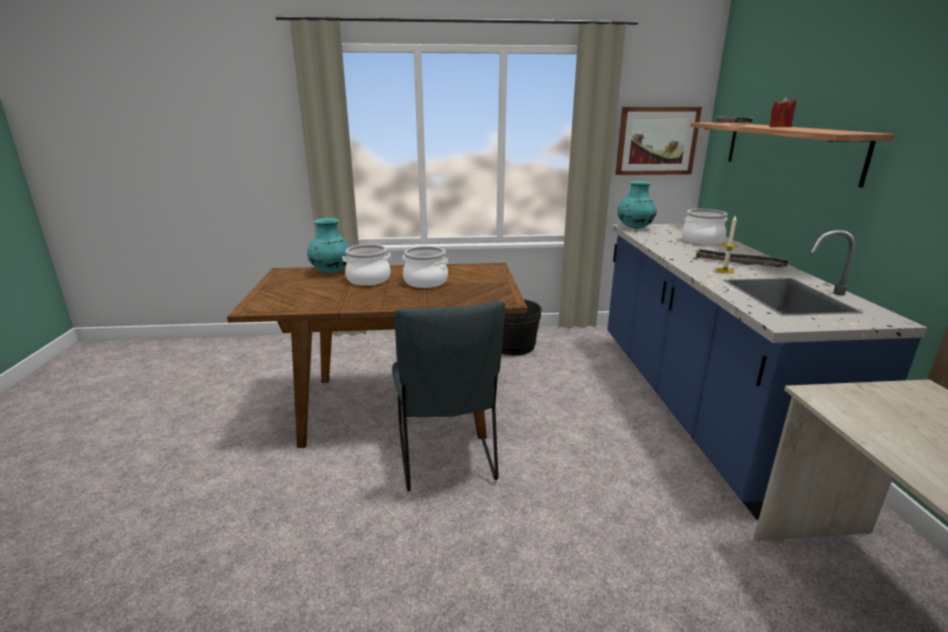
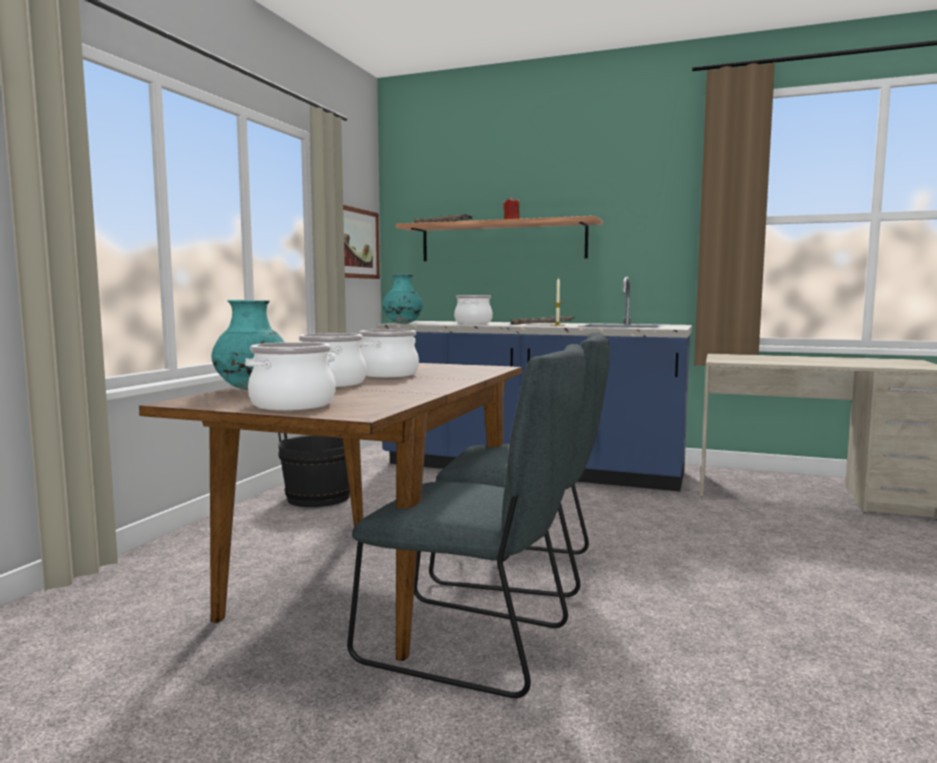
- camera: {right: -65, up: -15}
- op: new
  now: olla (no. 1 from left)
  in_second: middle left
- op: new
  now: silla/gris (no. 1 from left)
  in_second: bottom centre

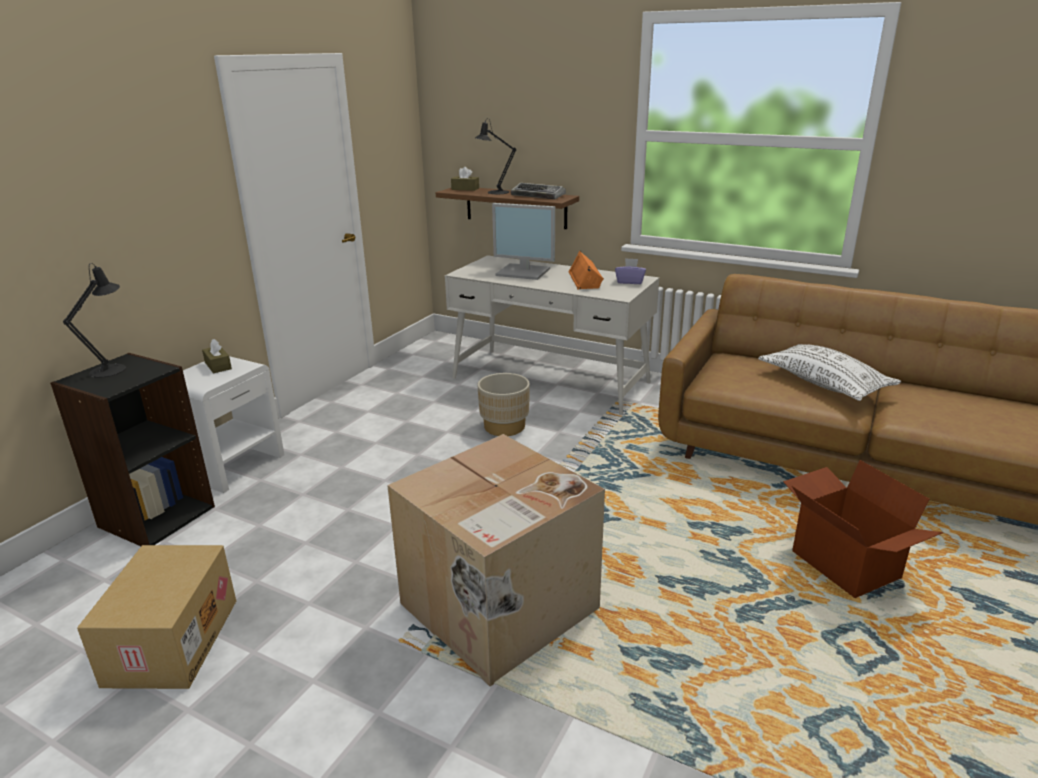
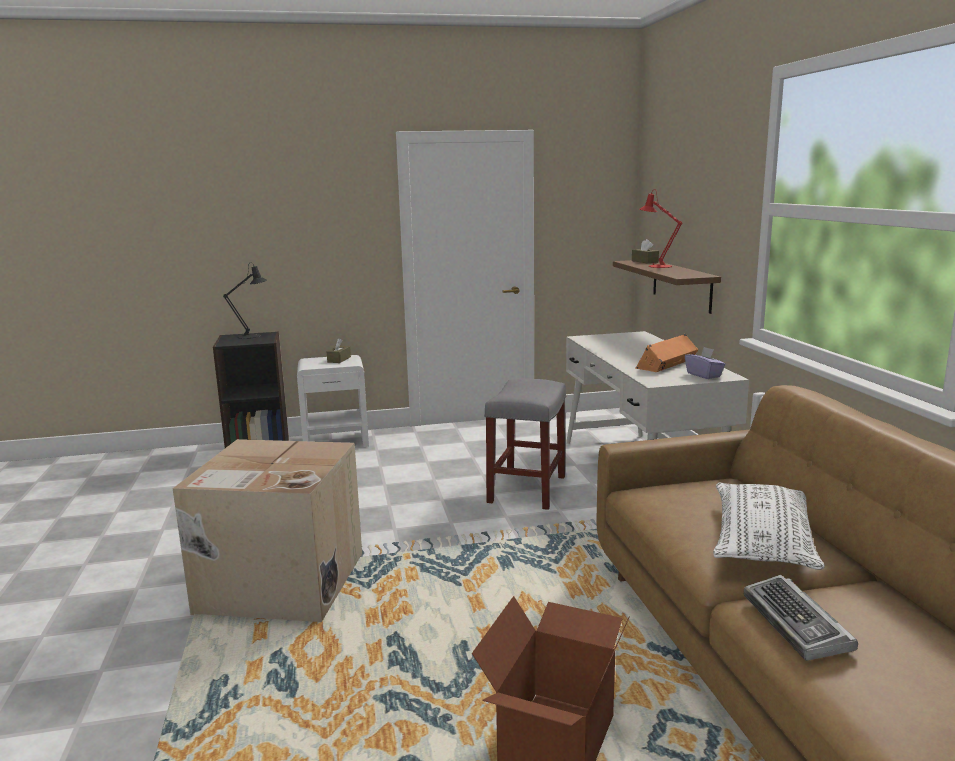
- camera: {right: 50, up: -10}
- op: gone
  was: caja de cartón (no. 1 from left)
  in_first: bottom left
- op: repainted
  was: lámpara de mesa/negro (no. 2 from left)
  now: lámpara de mesa/rojo
  in_first: top centre
  in_second: top right
- op: swapped
  was: maceta/beis
  now: taburete/gris
  in_first: centre
  in_second: centre
- op: gone
  was: monitor
  in_first: top centre
- op: shifted
  was: teclado
  in_first: top centre
  in_second: bottom right

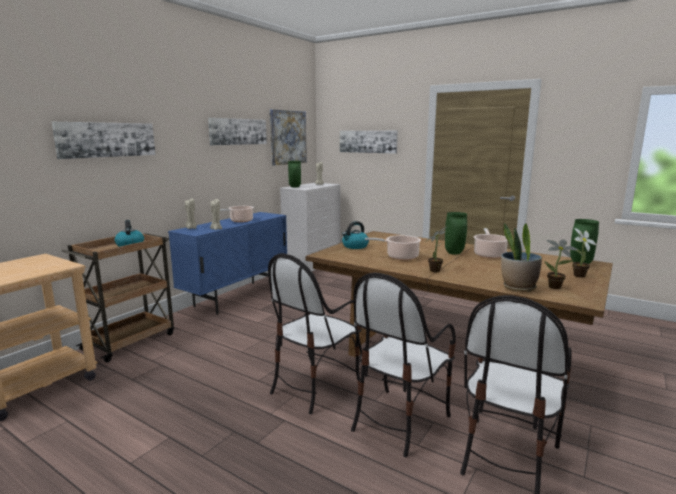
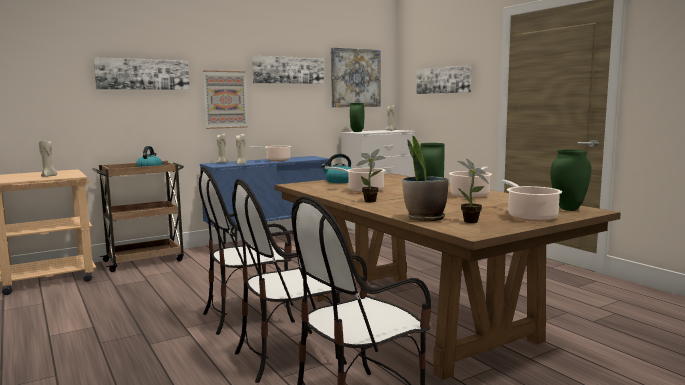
- camera: {right: 25, up: -5}
- op: swapped
  was: planta en maceta (no. 4 from left)
  now: olla (no. 4 from left)
  in_first: middle right
  in_second: middle right
- op: new
  now: vela/beis (no. 1 from left)
  in_second: middle left
- op: new
  now: cuadro (no. 2 from left)
  in_second: top left

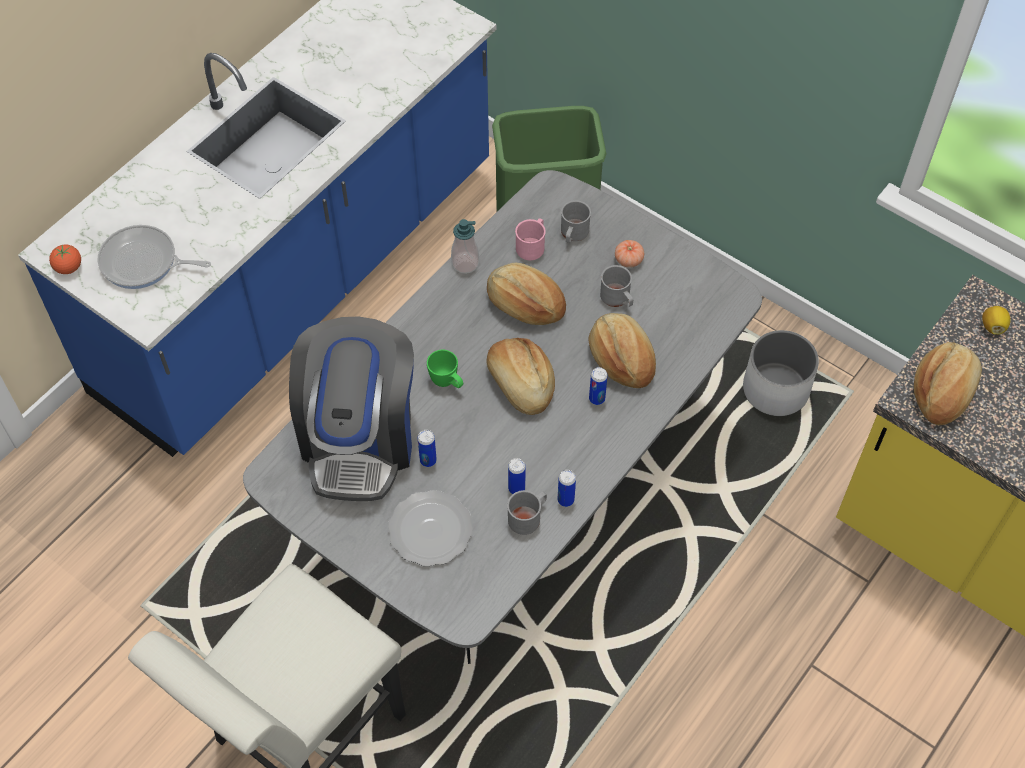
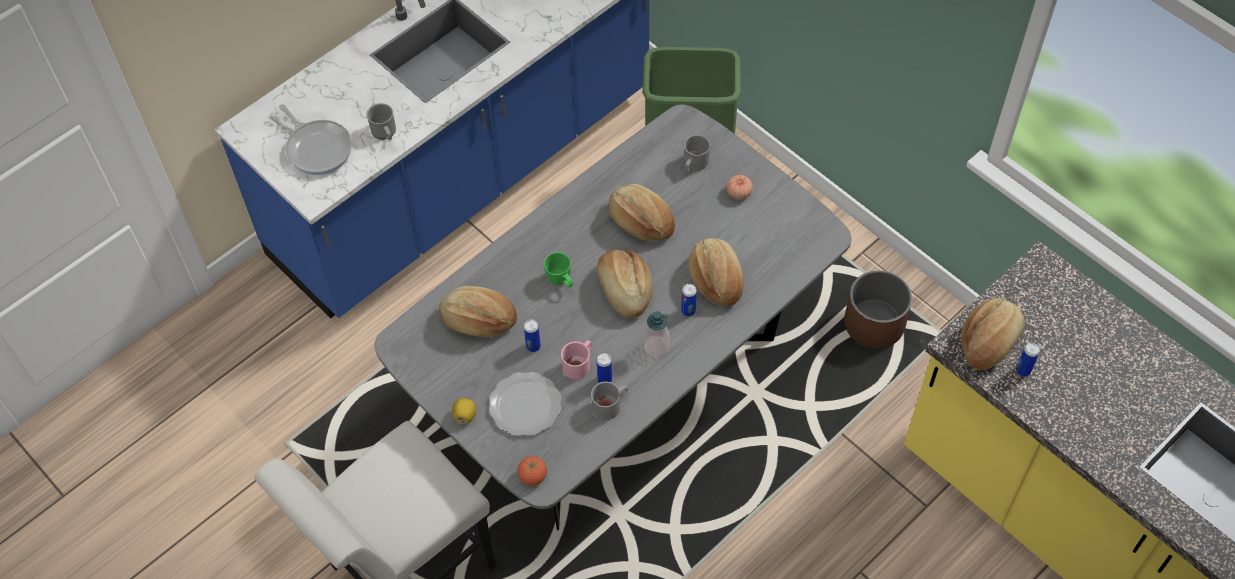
- camera: {right: 10, up: 0}
- op: shifted
  was: tomate (no. 1 from left)
  in_first: middle left
  in_second: bottom centre
- op: rotated
  was: sartén
  in_first: middle left
  in_second: top left
  clockwise: -150
- op: swapped
  was: cafetera
  now: pan (no. 1 from left)
  in_first: centre
  in_second: centre
- op: shifted
  was: dispensador de jabón
  in_first: top centre
  in_second: centre
- op: shifted
  was: taza grande/rosa
  in_first: top centre
  in_second: centre
- op: shifted
  was: lata (no. 3 from left in the first image)
  now: lata (no. 4 from left)
  in_first: centre
  in_second: middle right
- op: shifted
  was: taza grande/gris (no. 3 from left in the first image)
  now: taza grande/gris (no. 1 from left)
  in_first: centre
  in_second: top left
- op: repainted
  was: maceta/blanco
  now: maceta/marrón
  in_first: middle right
  in_second: middle right
- op: shifted
  was: limón
  in_first: middle right
  in_second: bottom centre

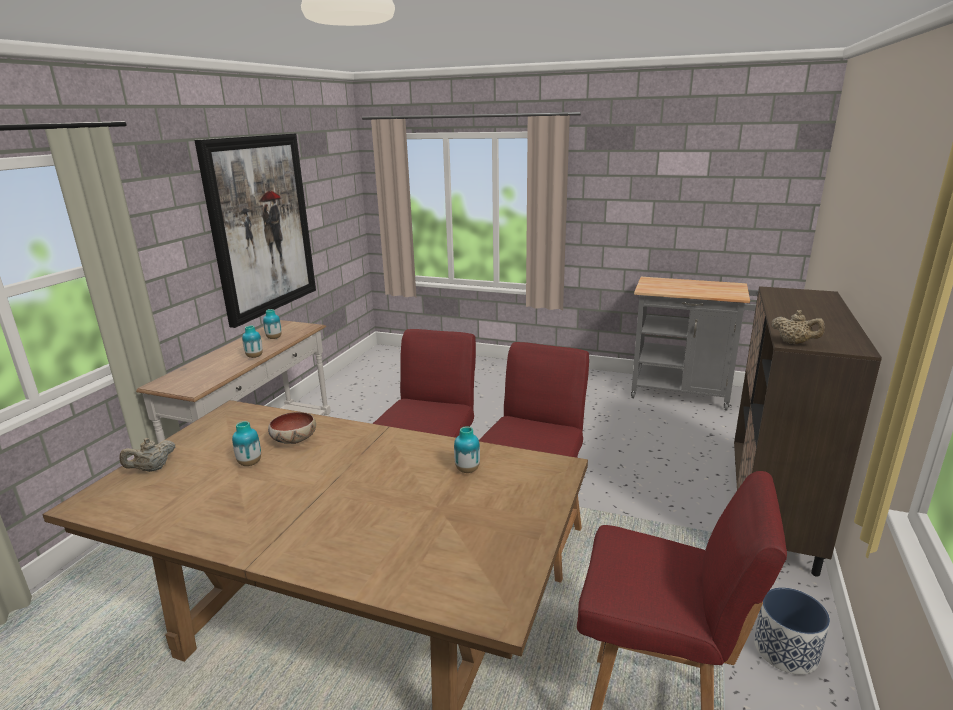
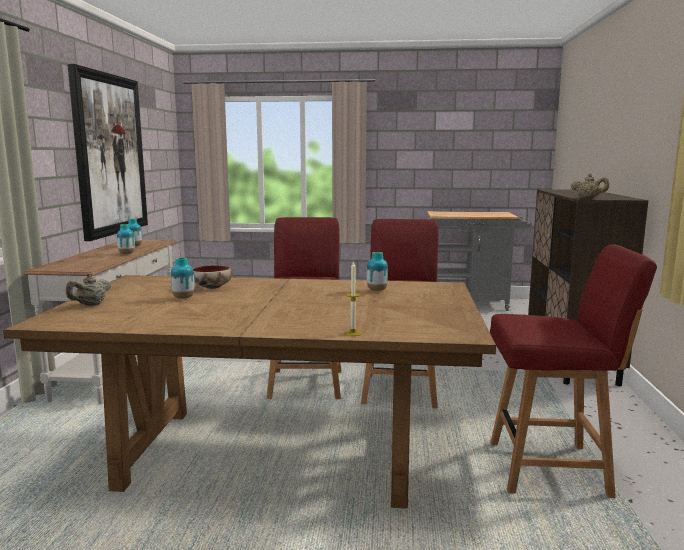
- camera: {right: -15, up: -10}
- op: gone
  was: maceta
  in_first: bottom right
- op: new
  now: vela
  in_second: centre

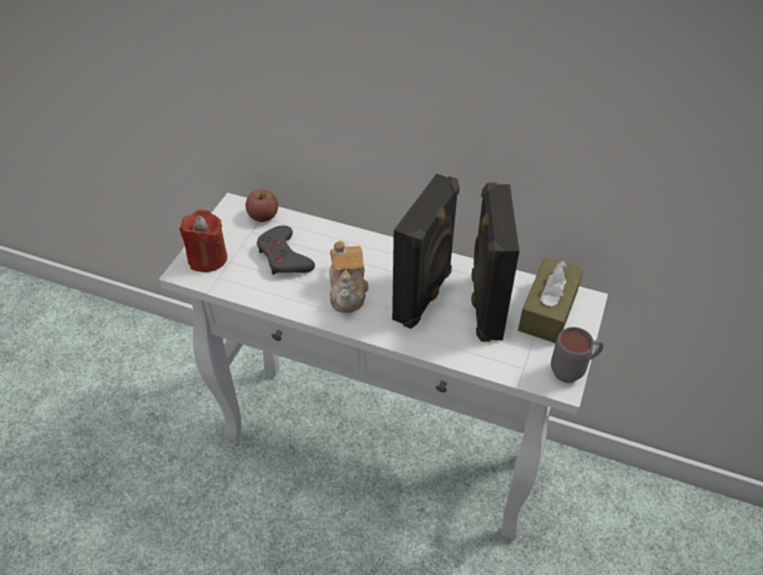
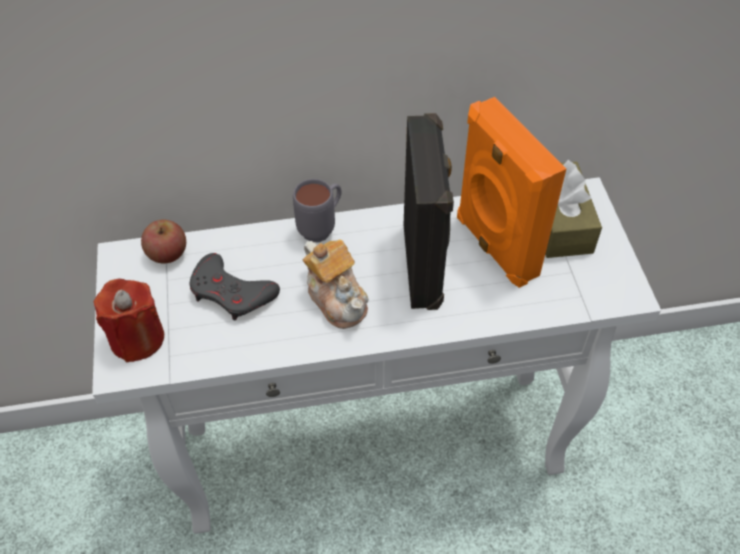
- camera: {right: -30, up: 5}
- op: repainted
  was: altavoz/negro (no. 2 from left)
  now: altavoz/naranja
  in_first: centre
  in_second: middle right
- op: shifted
  was: taza grande/gris
  in_first: middle right
  in_second: centre

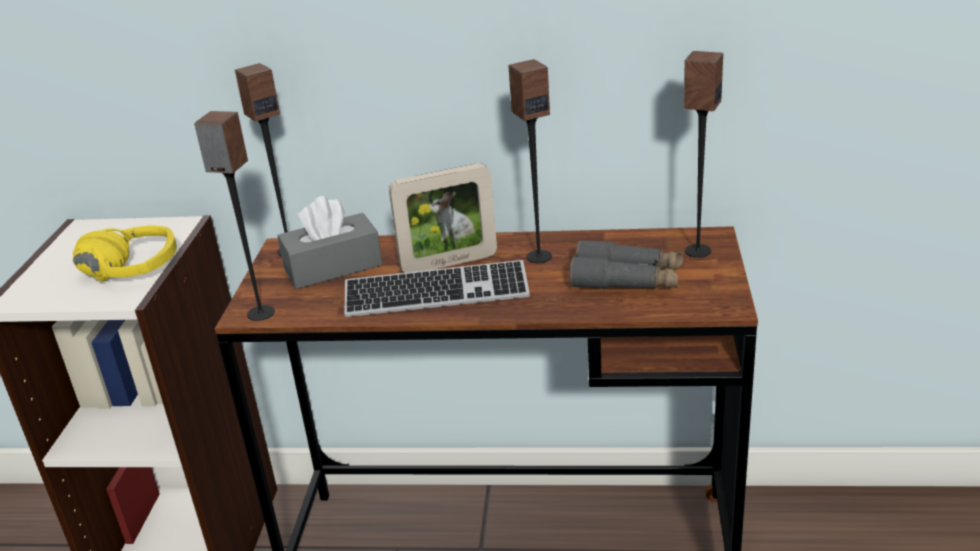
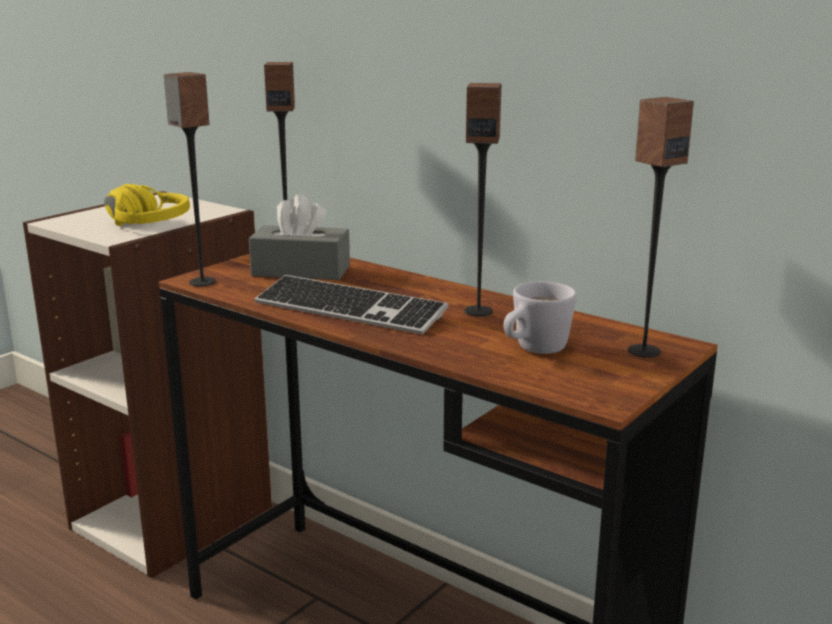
- camera: {right: 30, up: -10}
- op: gone
  was: portarretratos
  in_first: centre
- op: swapped
  was: prismáticos/gris
  now: taza grande/blanco
  in_first: centre
  in_second: centre

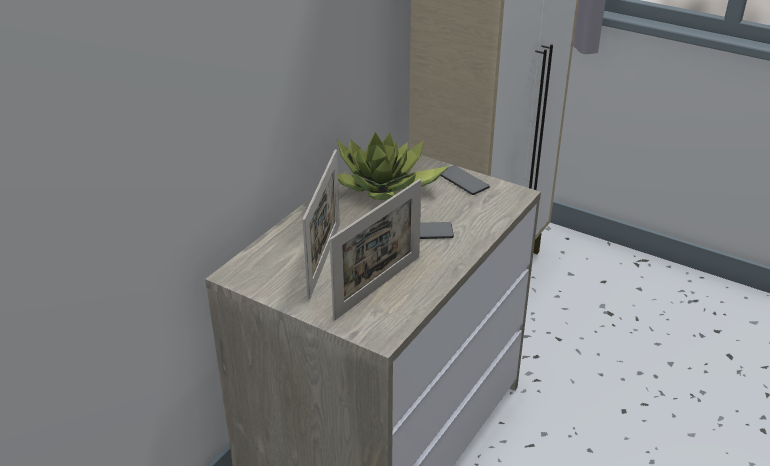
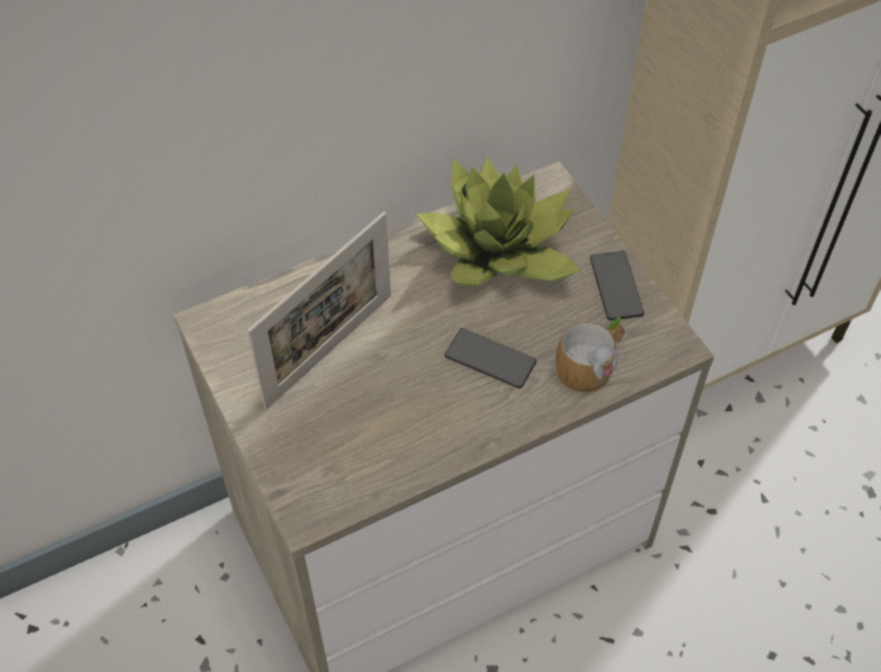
- camera: {right: 30, up: 20}
- op: gone
  was: portarretratos (no. 2 from left)
  in_first: centre
- op: new
  now: taza grande
  in_second: middle right

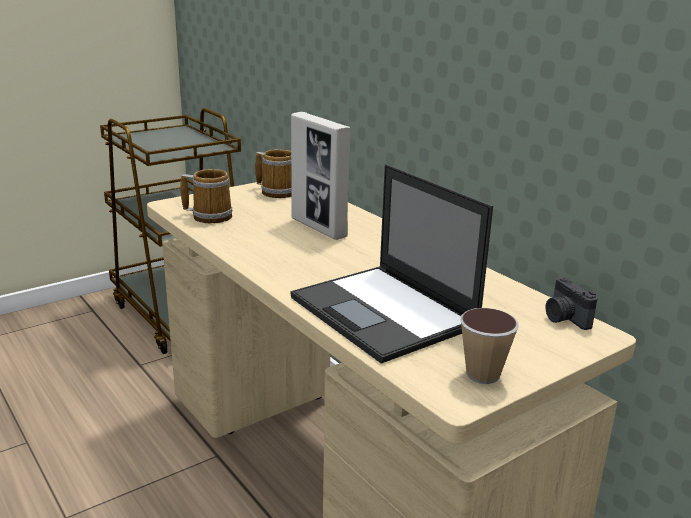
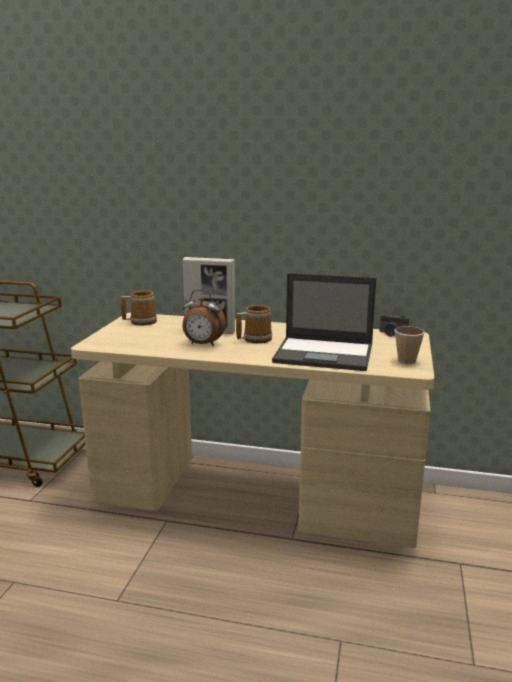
- camera: {right: -40, up: -5}
- op: shifted
  was: taza grande (no. 1 from left in the first image)
  now: taza grande (no. 2 from left)
  in_first: middle left
  in_second: centre
- op: new
  now: despertador
  in_second: centre

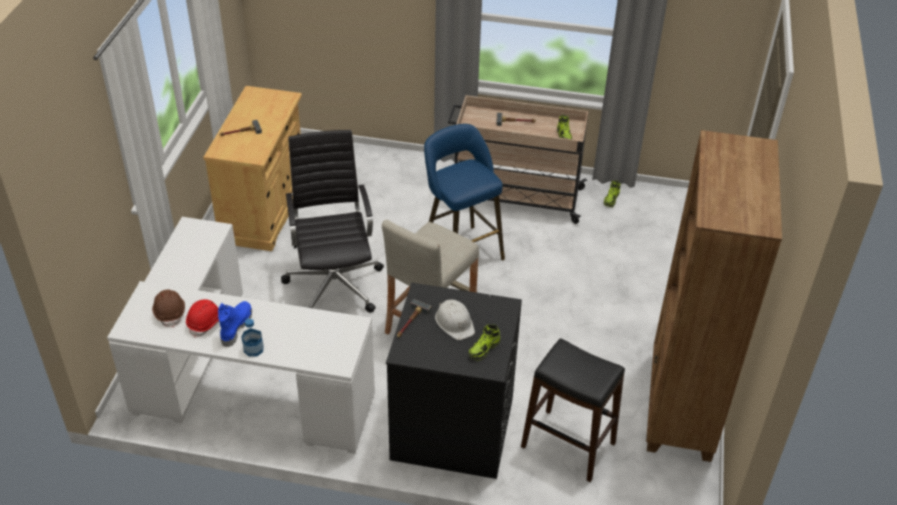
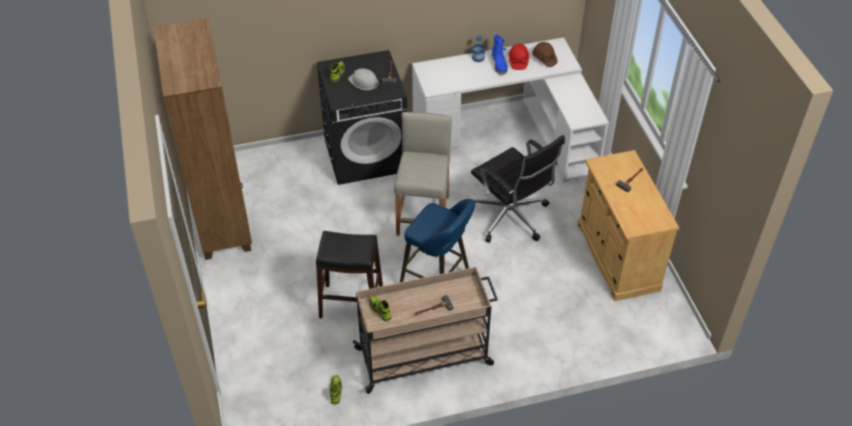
- camera: {right: 155, up: 5}
- op: shifted
  was: taburete/negro
  in_first: bottom centre
  in_second: centre

